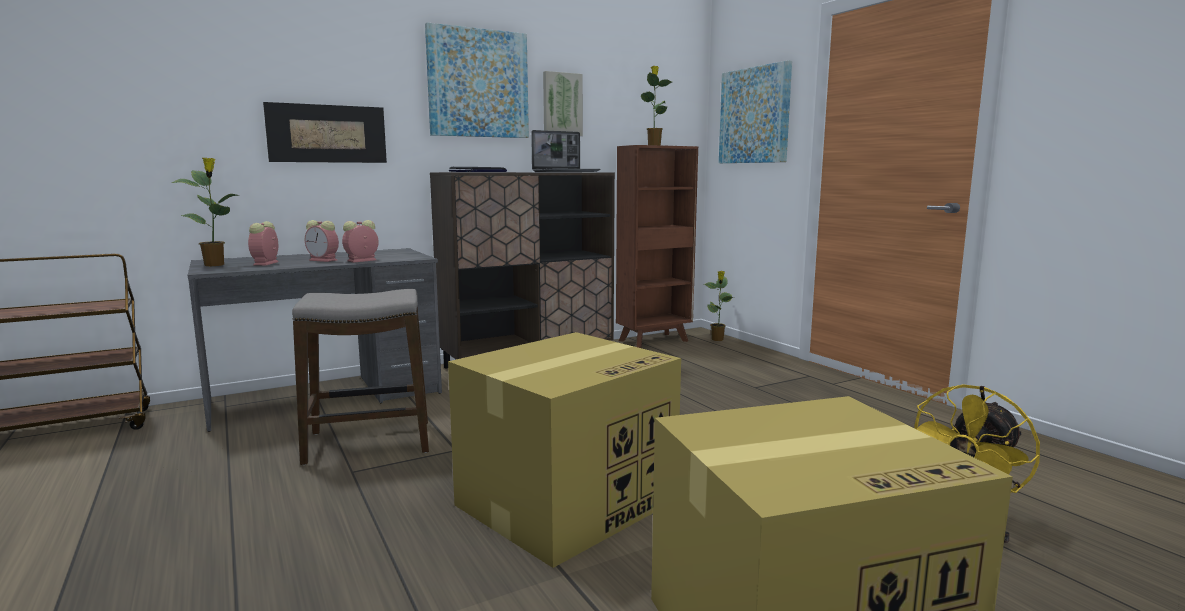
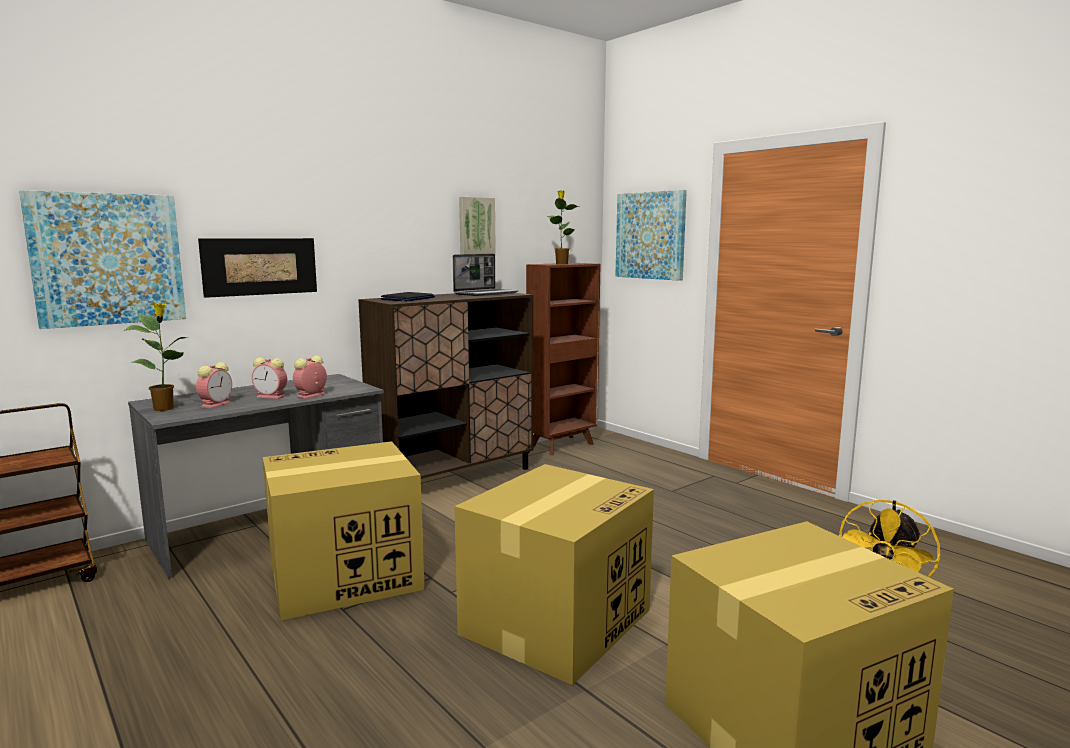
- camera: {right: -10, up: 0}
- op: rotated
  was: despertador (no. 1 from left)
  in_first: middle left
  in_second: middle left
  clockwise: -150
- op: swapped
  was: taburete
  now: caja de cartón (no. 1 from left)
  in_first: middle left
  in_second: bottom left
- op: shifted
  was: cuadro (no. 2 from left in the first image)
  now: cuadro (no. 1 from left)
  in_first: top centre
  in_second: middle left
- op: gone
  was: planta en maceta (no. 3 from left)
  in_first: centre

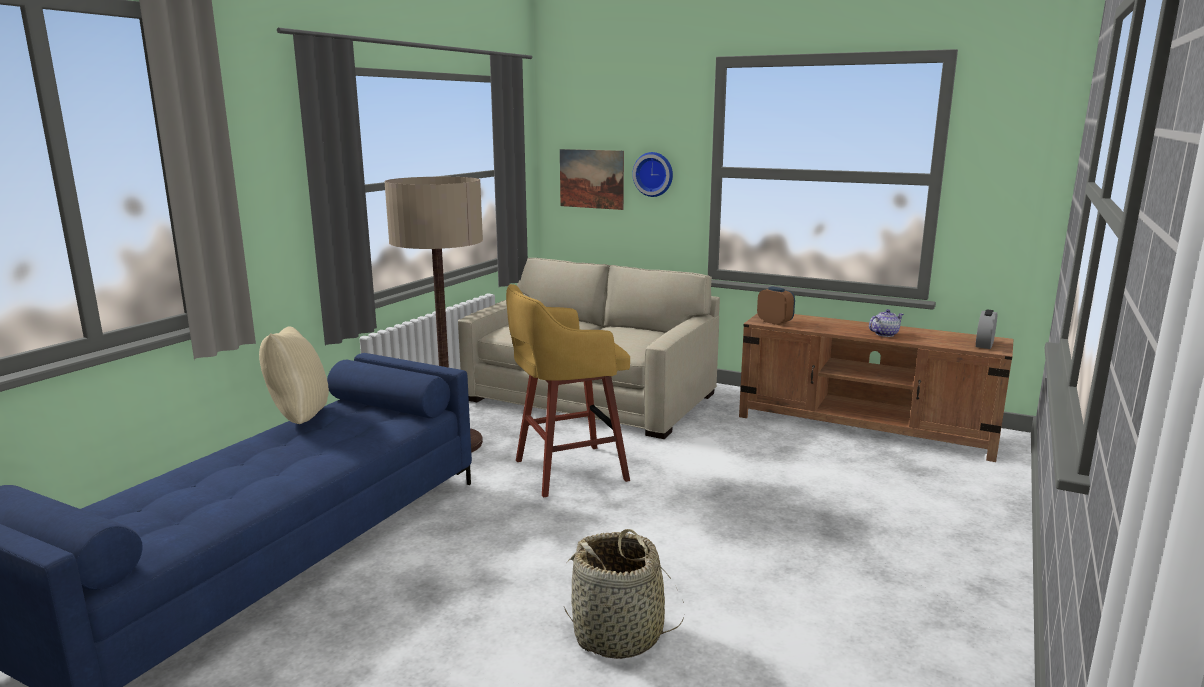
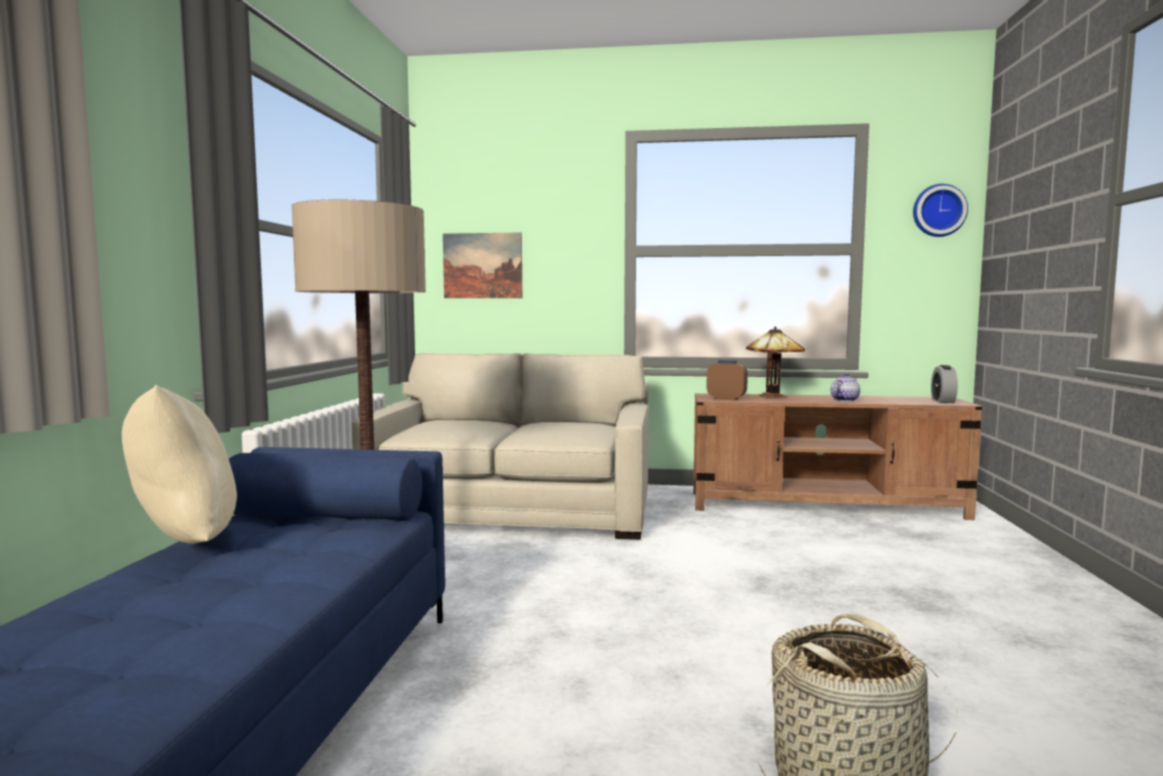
- camera: {right: -20, up: -10}
- op: gone
  was: taburete/amarillo
  in_first: centre
- op: shifted
  was: reloj de pared
  in_first: top centre
  in_second: top right
- op: new
  now: lámpara de mesa
  in_second: centre

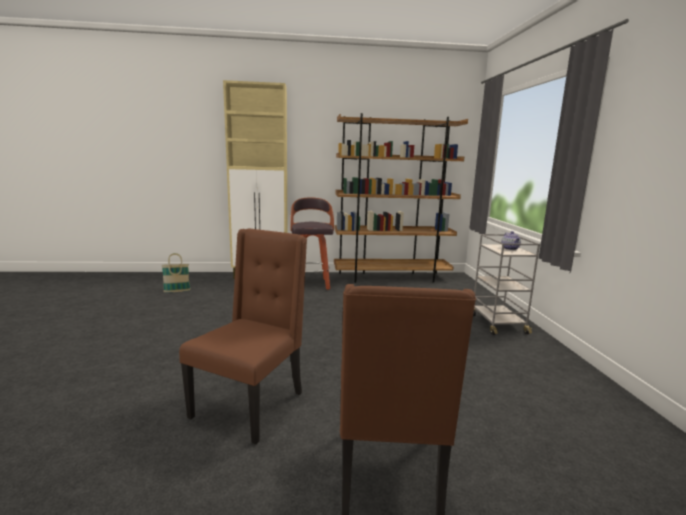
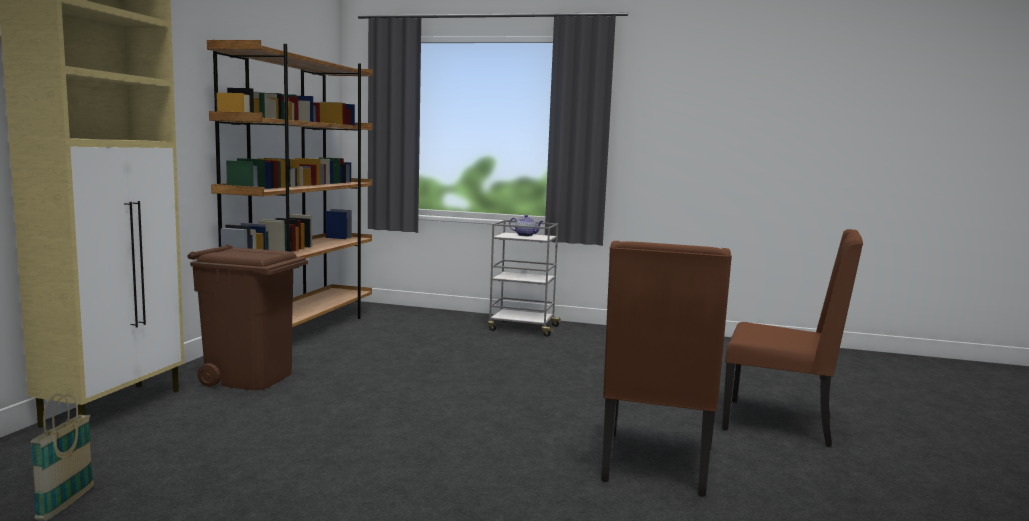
- camera: {right: -70, up: -5}
- op: rotated
  was: silla/marrón (no. 1 from left)
  in_first: centre
  in_second: bottom centre
  clockwise: -120
- op: swapped
  was: taburete
  now: papelera/marrón
  in_first: centre
  in_second: middle left

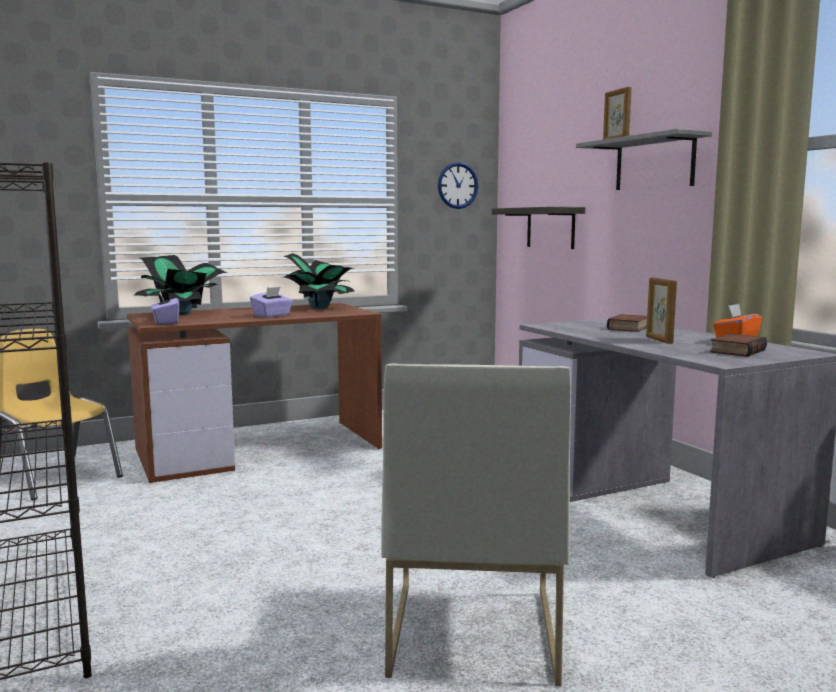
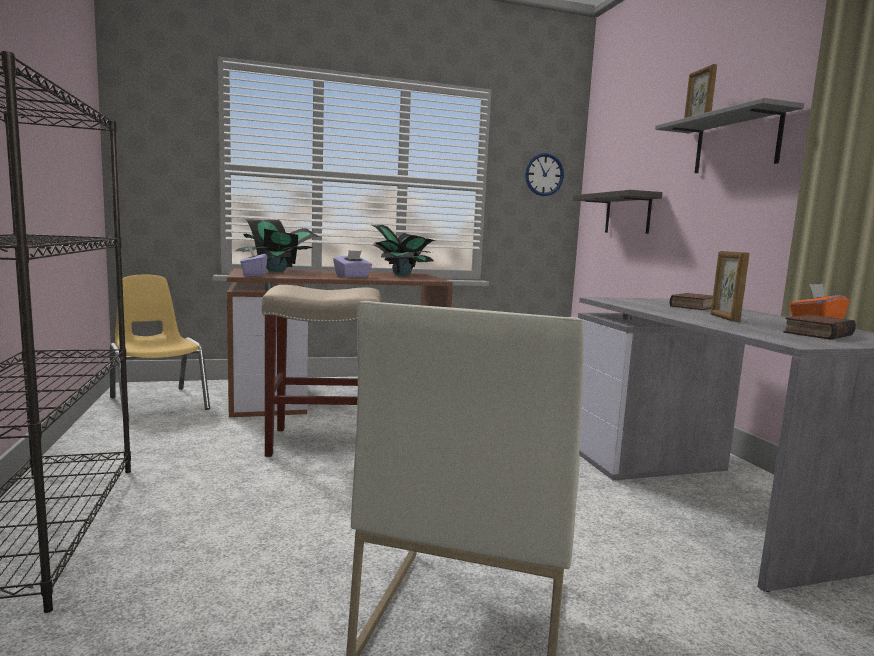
- camera: {right: 10, up: 0}
- op: new
  now: taburete/beis
  in_second: centre

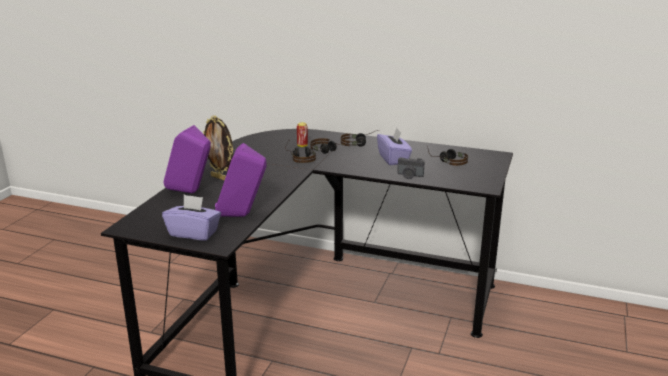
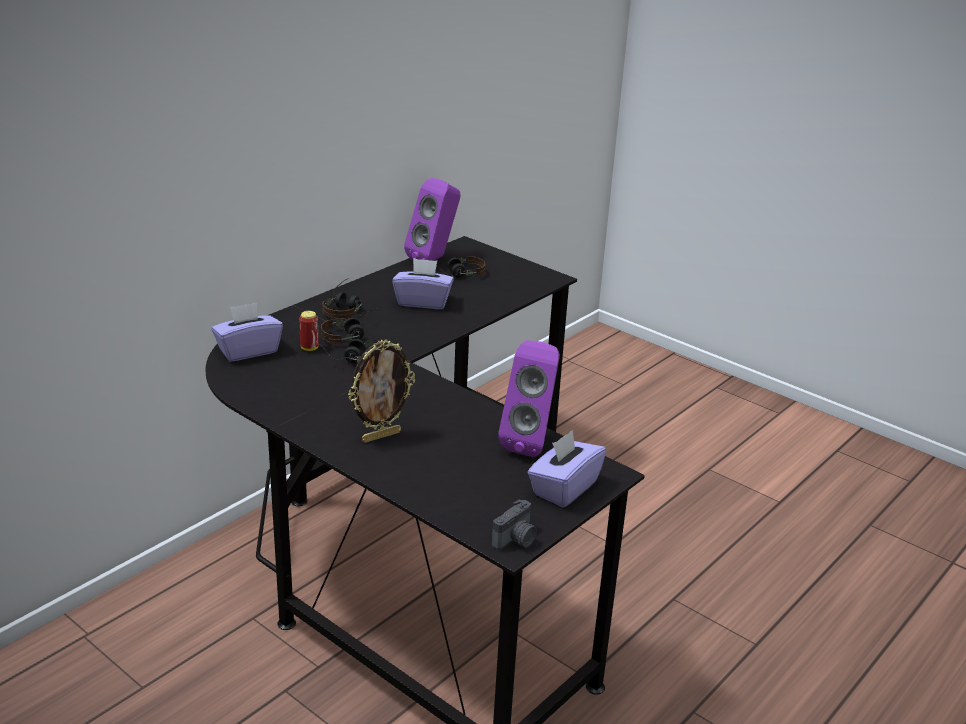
- camera: {right: -70, up: 5}
- op: shifted
  was: altavoz/morado (no. 1 from left)
  in_first: middle left
  in_second: top centre
- op: shifted
  was: cámara
  in_first: centre
  in_second: bottom centre
- op: new
  now: caja de pañuelos/morado (no. 1 from left)
  in_second: middle left

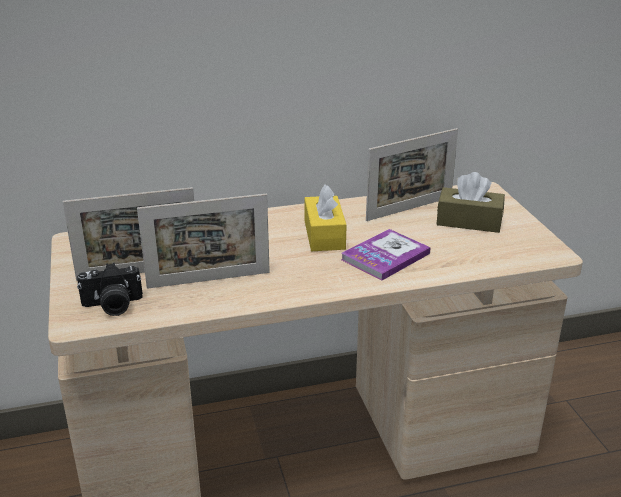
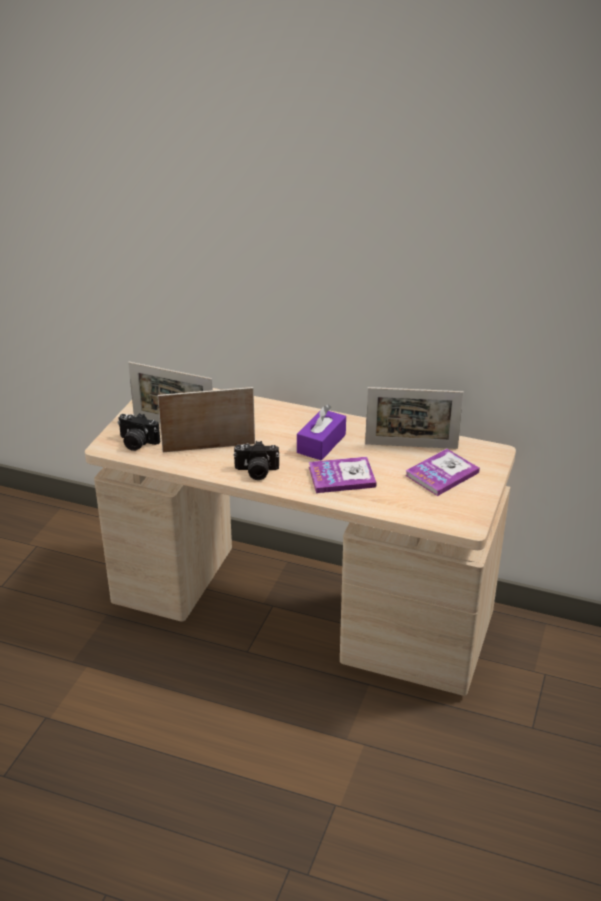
- camera: {right: 35, up: 5}
- op: rotated
  was: portarretratos (no. 2 from left)
  in_first: middle left
  in_second: centre
  clockwise: 150
- op: repainted
  was: caja de pañuelos/amarillo
  now: caja de pañuelos/morado
  in_first: centre
  in_second: centre
- op: swapped
  was: caja de pañuelos/marrón
  now: libro (no. 2 from left)
  in_first: middle right
  in_second: middle right
- op: new
  now: cámara (no. 2 from left)
  in_second: centre

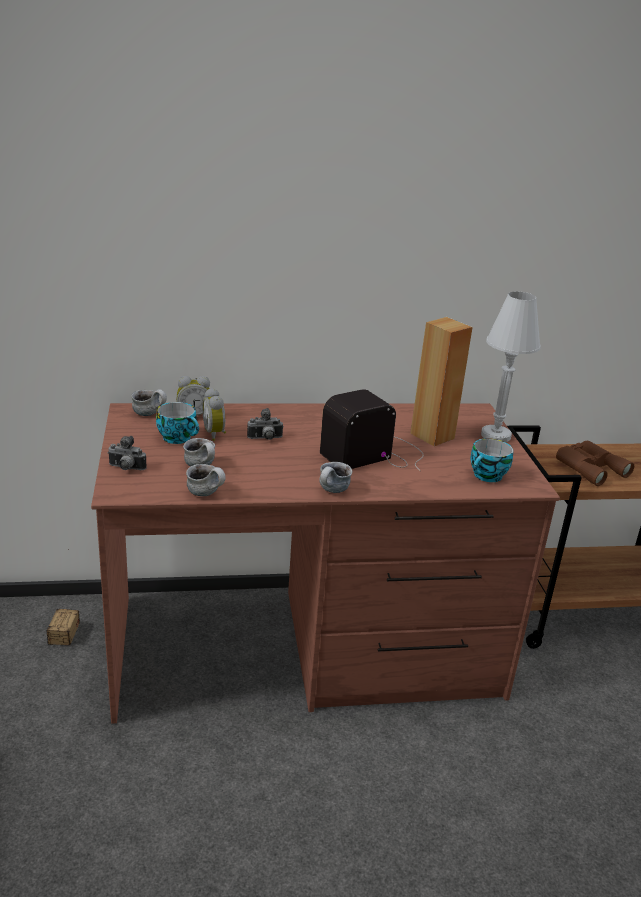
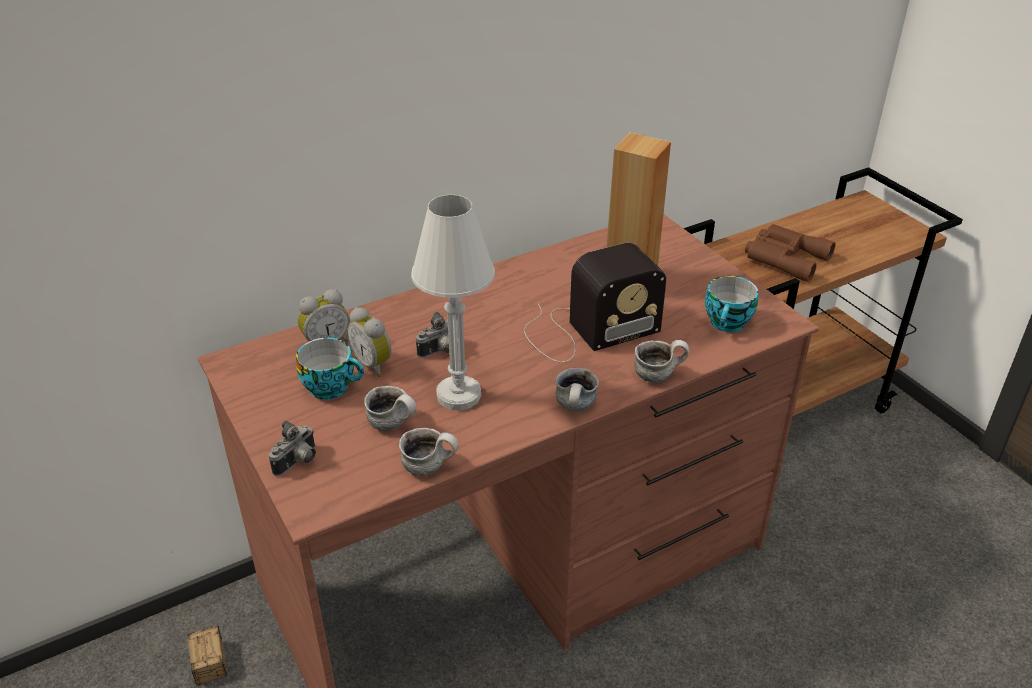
- camera: {right: -20, up: 10}
- op: rotated
  was: cámara (no. 1 from left)
  in_first: middle left
  in_second: middle left
  clockwise: -45
- op: shifted
  was: taza grande (no. 1 from left in the first image)
  now: taza grande (no. 4 from left)
  in_first: middle left
  in_second: centre
- op: rotated
  was: radio
  in_first: centre
  in_second: centre
  clockwise: -150
- op: shifted
  was: lámpara de mesa/blanco
  in_first: middle right
  in_second: centre

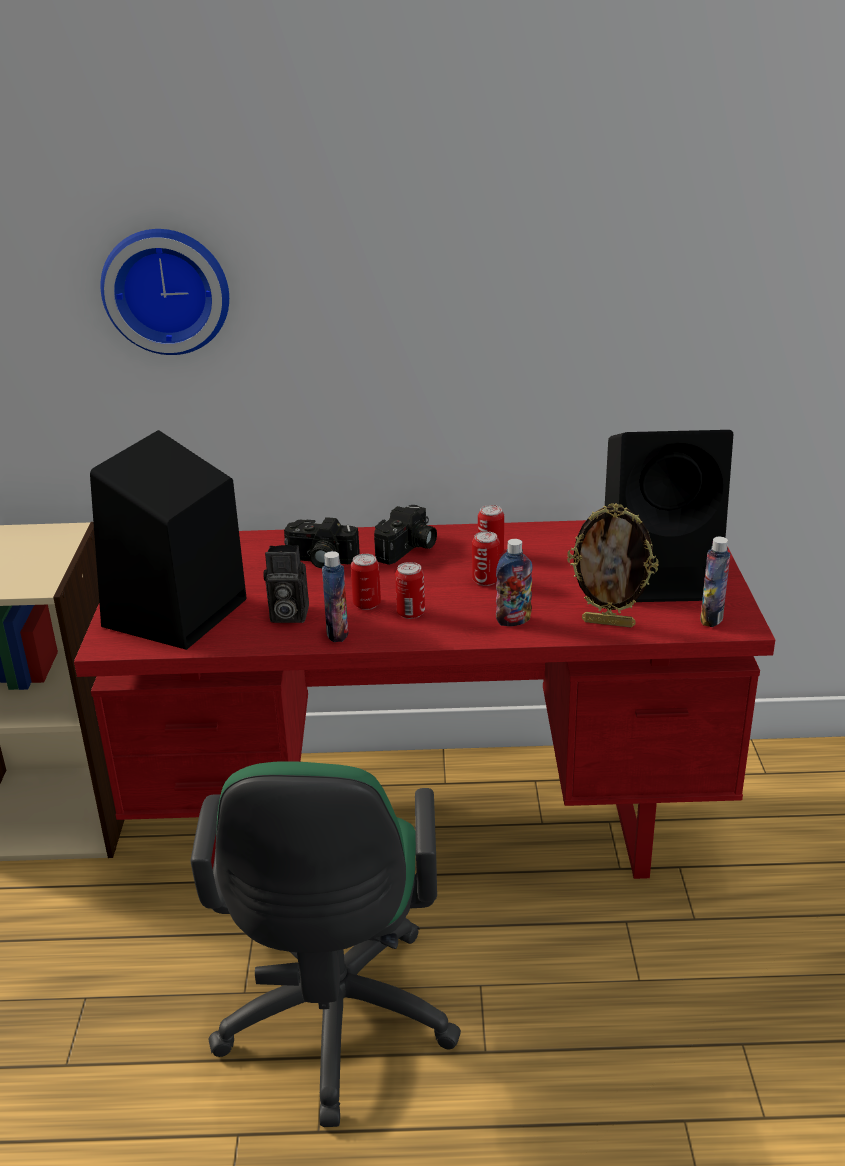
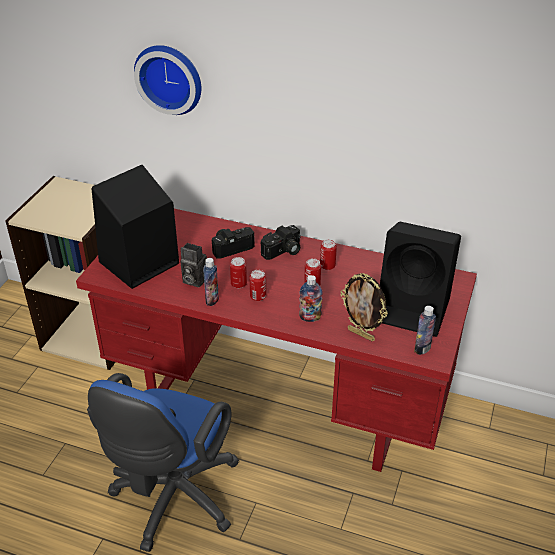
- camera: {right: 20, up: 10}
- op: repainted
  was: silla de oficina/verde
  now: silla de oficina/azul
  in_first: bottom centre
  in_second: bottom left
- op: rotated
  was: cámara (no. 2 from left)
  in_first: centre
  in_second: centre
  clockwise: 120

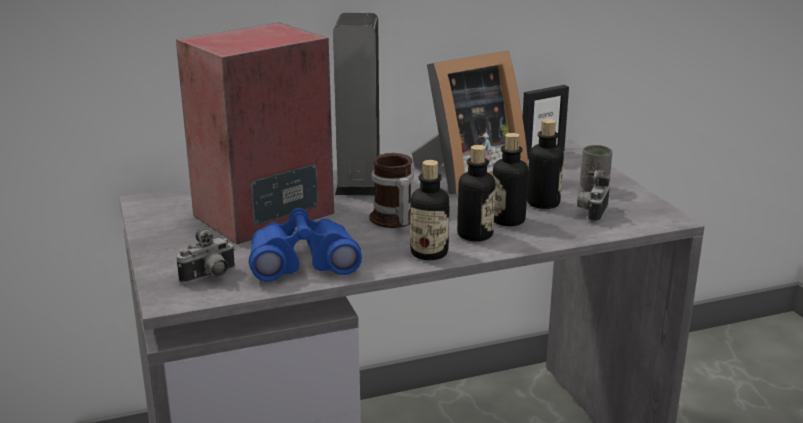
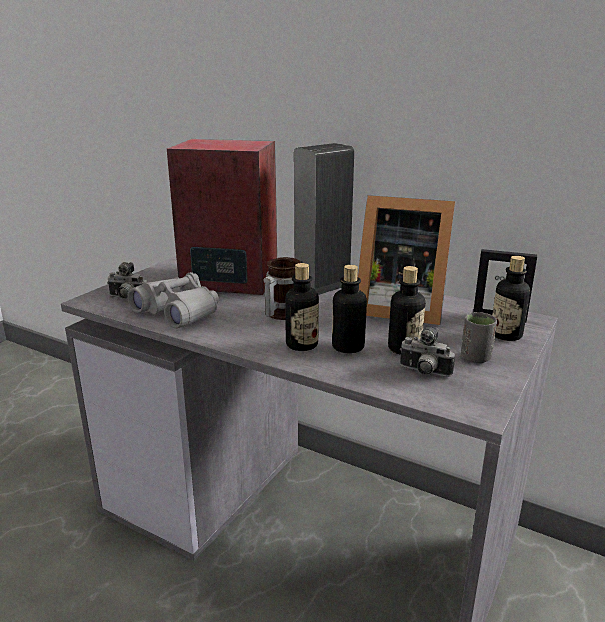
- camera: {right: 50, up: 0}
- op: repainted
  was: prismáticos/azul
  now: prismáticos/gris
  in_first: centre
  in_second: middle left
- op: shifted
  was: botella (no. 1 from left in the first image)
  now: botella (no. 4 from left)
  in_first: centre
  in_second: middle right
- op: rotated
  was: cámara (no. 2 from left)
  in_first: middle right
  in_second: middle right
  clockwise: -135

